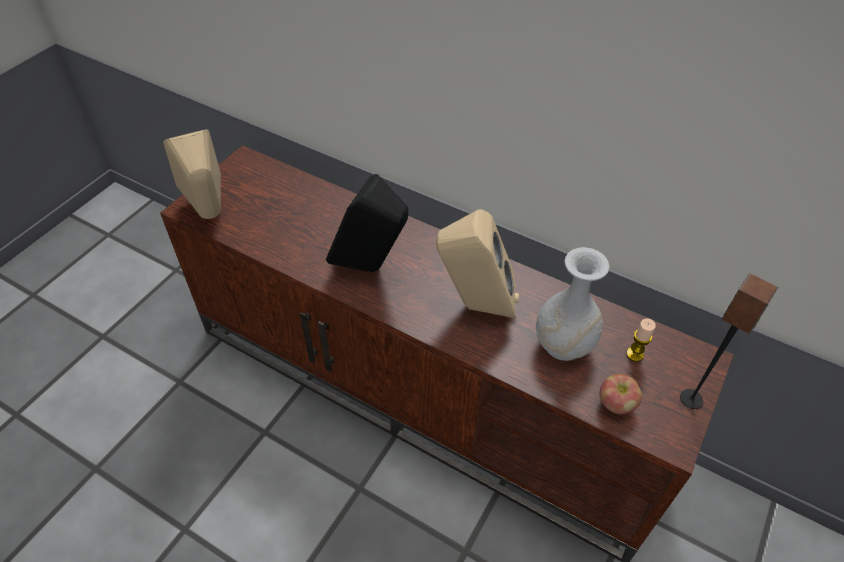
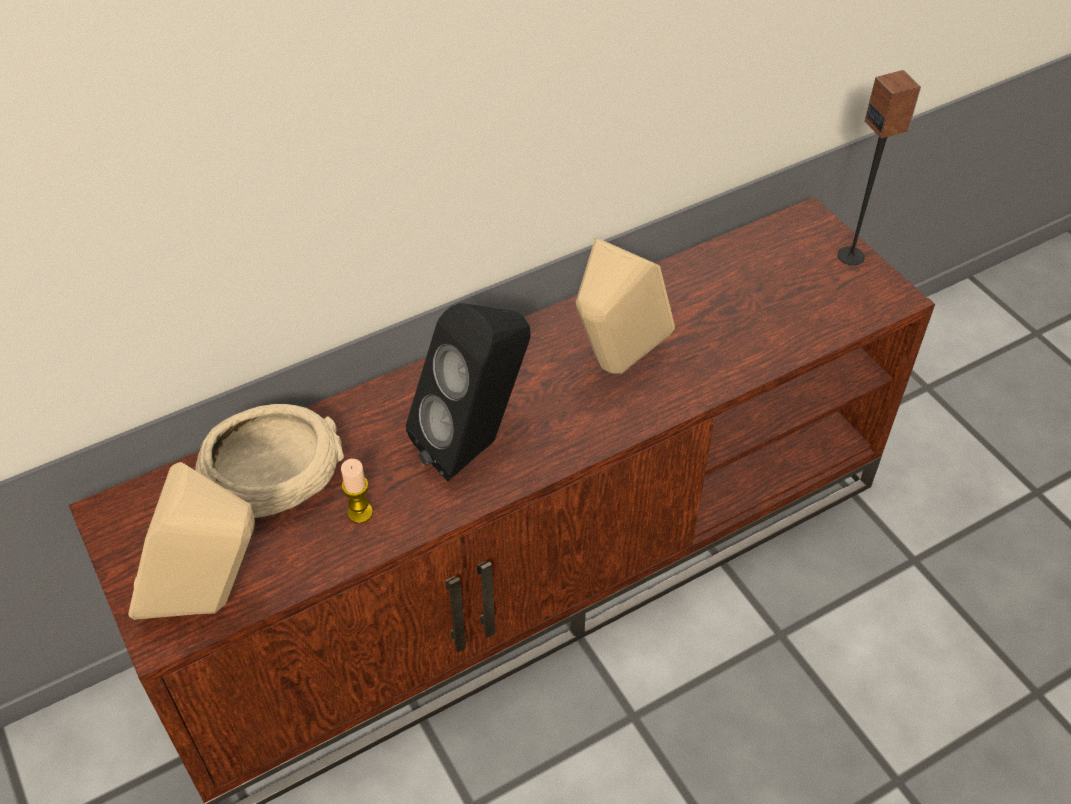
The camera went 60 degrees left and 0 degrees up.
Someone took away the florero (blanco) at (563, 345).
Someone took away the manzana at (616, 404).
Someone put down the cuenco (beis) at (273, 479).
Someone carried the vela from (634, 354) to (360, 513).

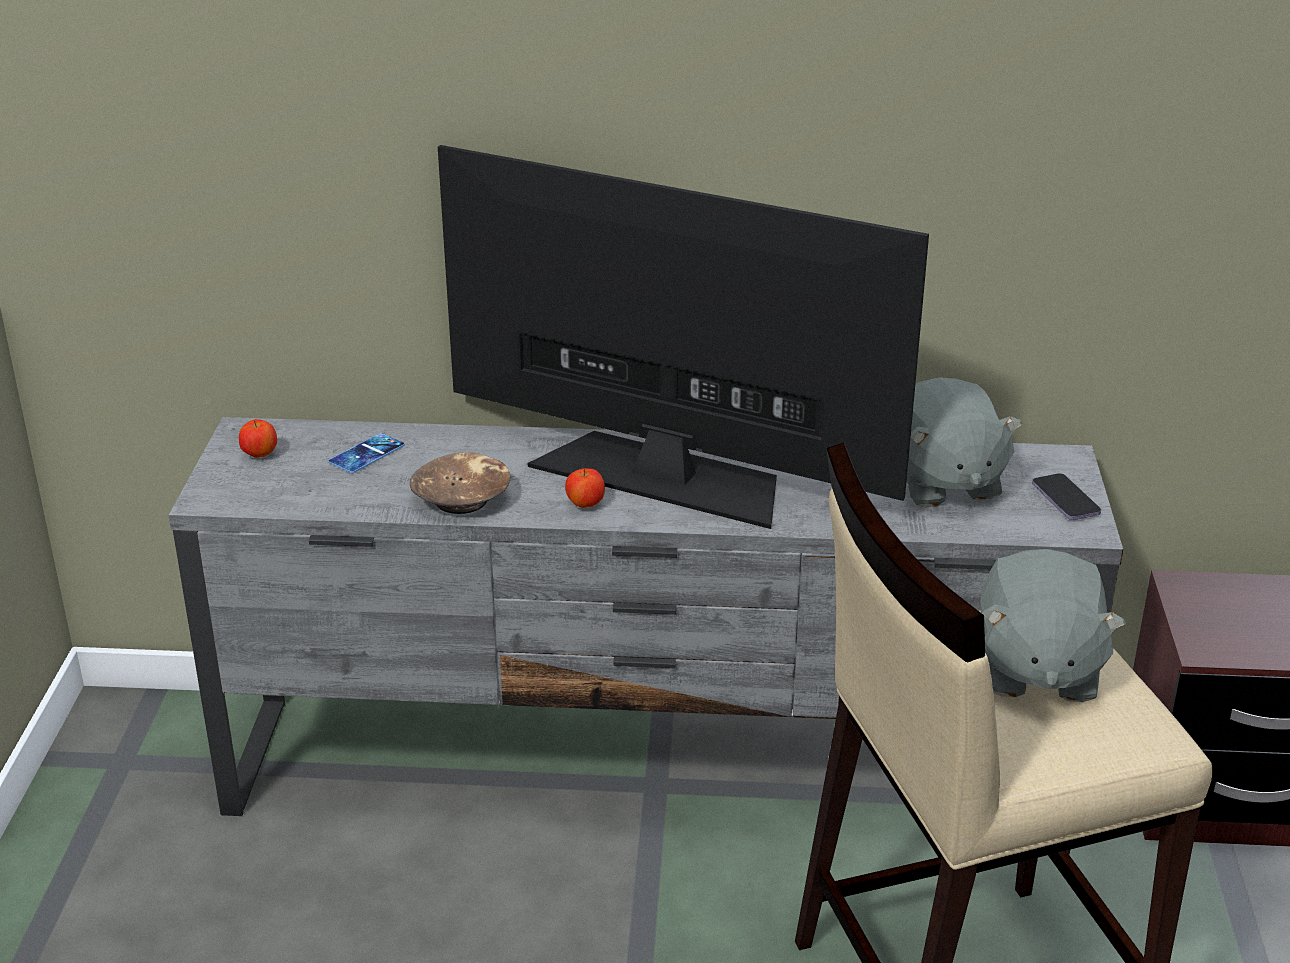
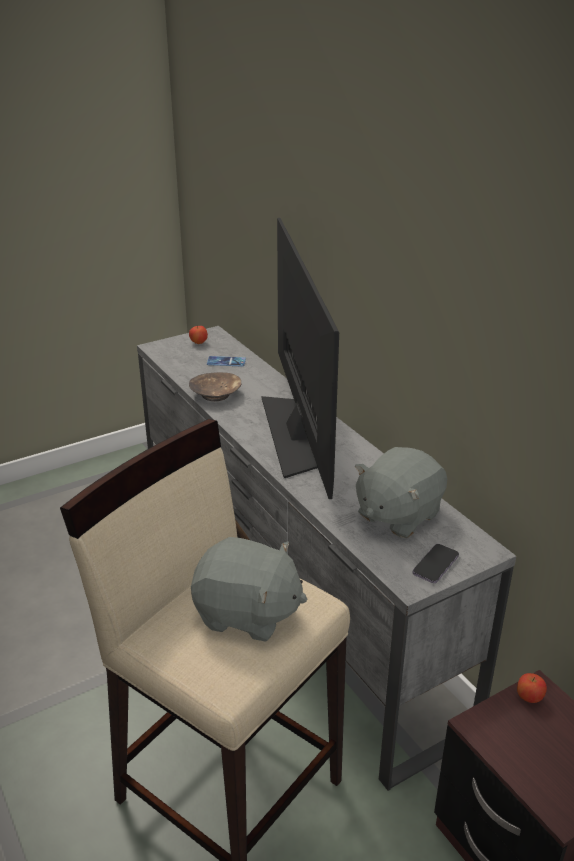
The camera went 55 degrees right and 0 degrees up.
Someone carried the manzana from (585, 505) to (529, 697).
Someone rotated the peluche (gris) at (1036, 669) by 135 degrees counterclockwise.

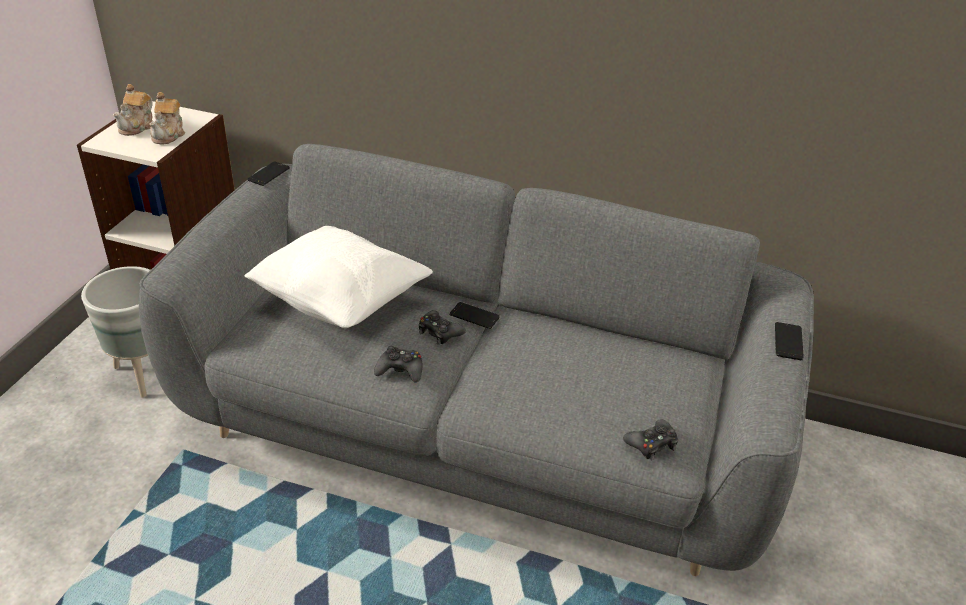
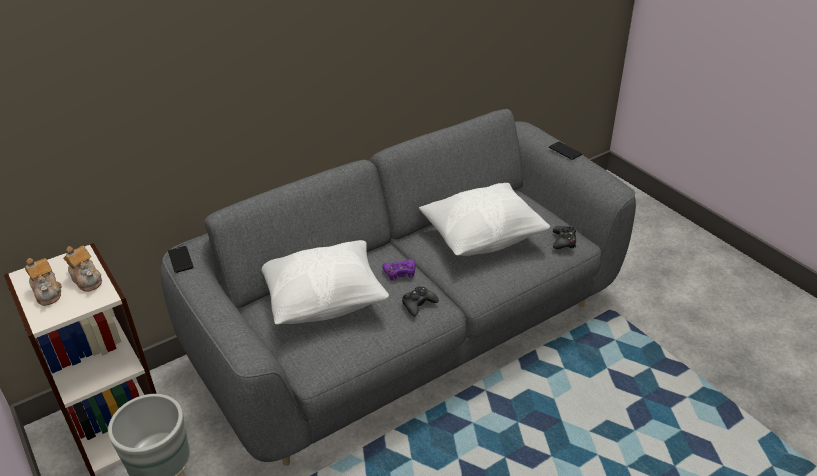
The camera went 50 degrees left and 0 degrees up.
Someone took away the móvil at (474, 316).
Someone put down the cojín (blanco) at (483, 238).
Someone repainted the mando de consola (negro) at (439, 332), which became the mando de consola (morado) at (400, 273).

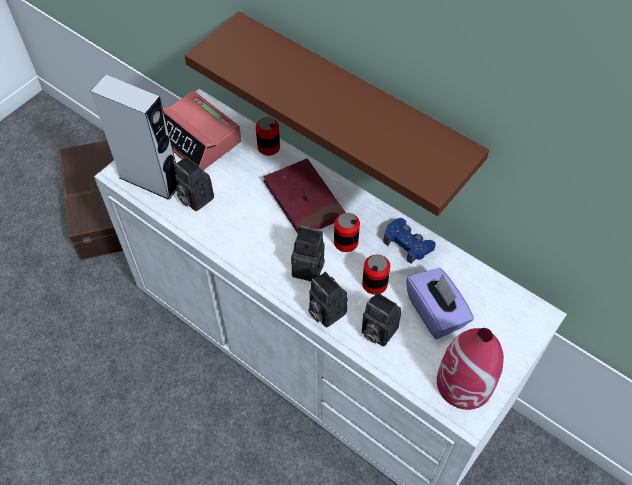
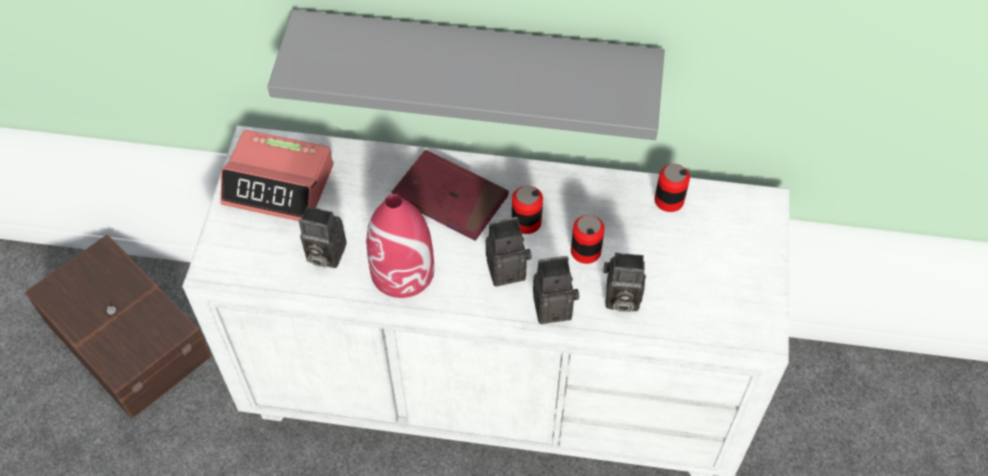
The camera went 30 degrees left and 0 degrees up.
Someone took away the altavoz (gris) at (150, 180).
Someone took away the mando de consola (azul) at (407, 244).
Someone took away the caja de pañuelos (morado) at (436, 312).
Someone carried the lata from (268, 147) to (669, 200).
Someone carried the florero (rojo) from (465, 383) to (403, 271).
Someone repainted the estante (marrón) at (354, 105), which became the estante (gris) at (476, 63).
Someone rotated the cámara at (325, 311) by 150 degrees clockwise.

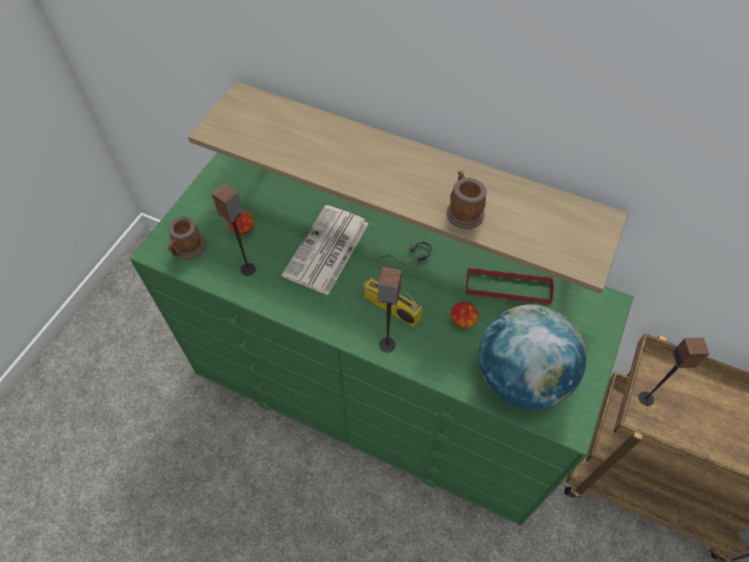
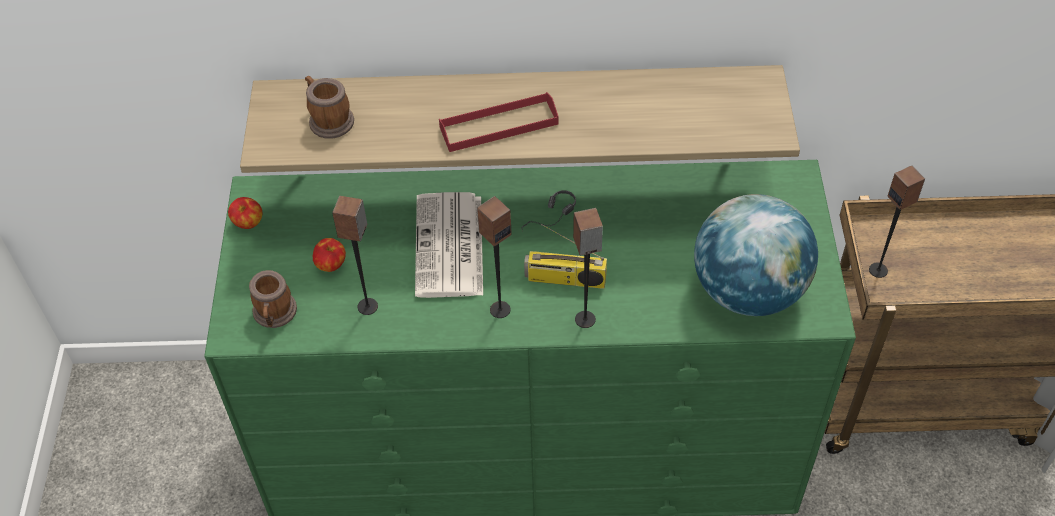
The camera went 25 degrees left and 5 degrees down.
Someone put down the altavoz at (500, 309).
Someone carried the taza grande from (463, 211) to (328, 119).
Someone carried the manzana from (462, 321) to (248, 223).
Someone carried the bandeja (rojo) from (508, 287) to (499, 125).

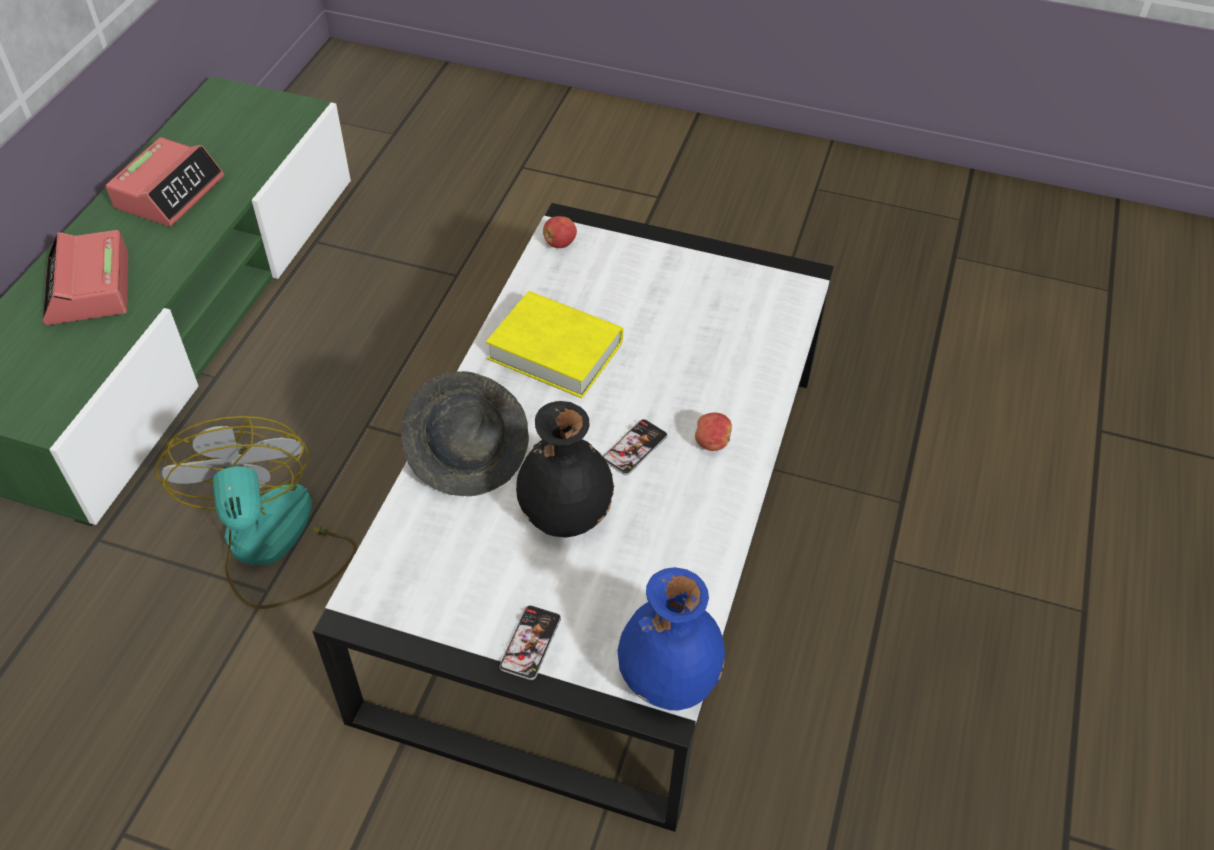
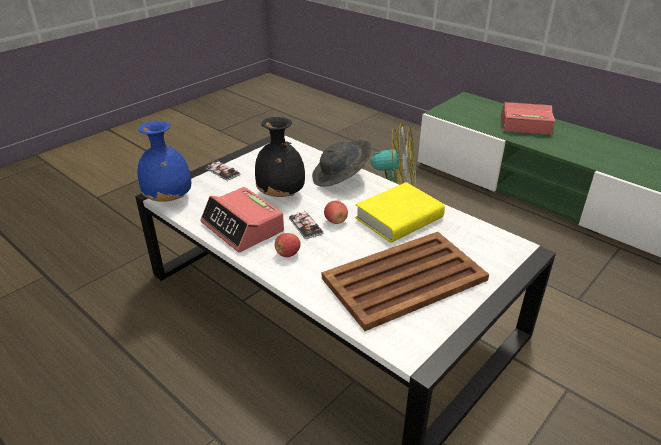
The camera went 115 degrees right and 15 degrees down.
Someone put down the bandeja (marrón) at (406, 279).
Someone carried the despertador from (169, 192) to (243, 227).
Someone carried the manzana from (559, 243) to (335, 221).

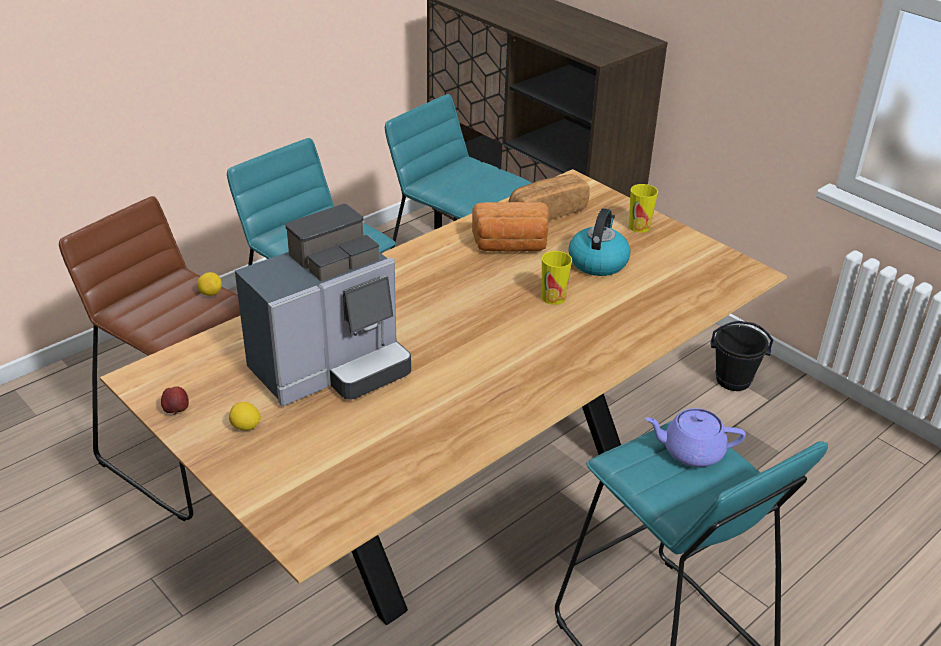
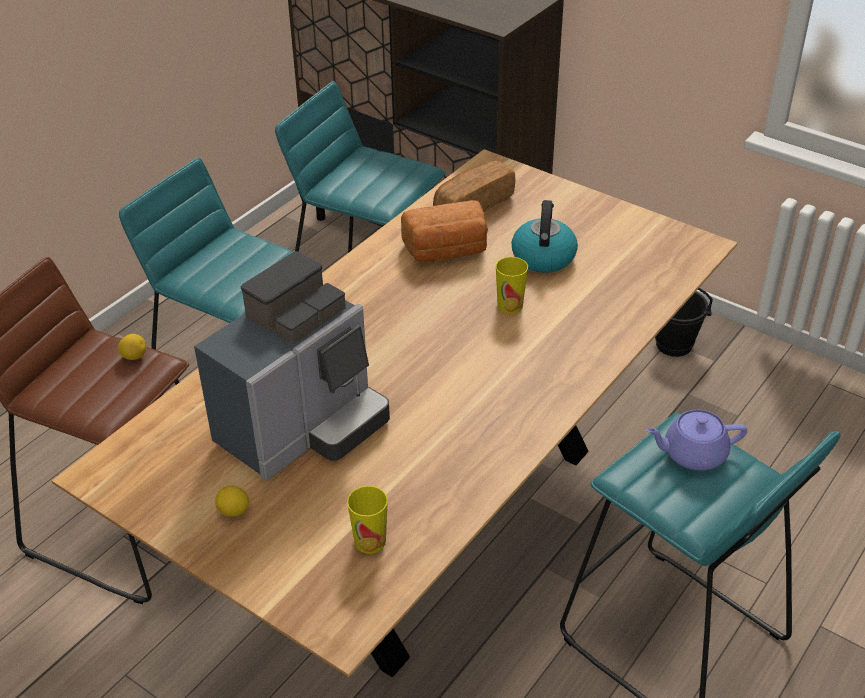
The camera went 10 degrees left and 5 degrees up.
Someone took away the manzana at (176, 411).
Someone carried the taza from (639, 227) to (370, 541).

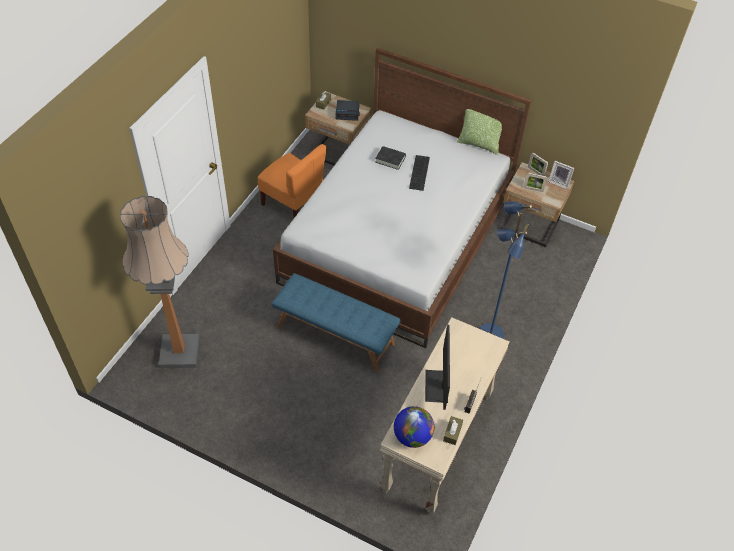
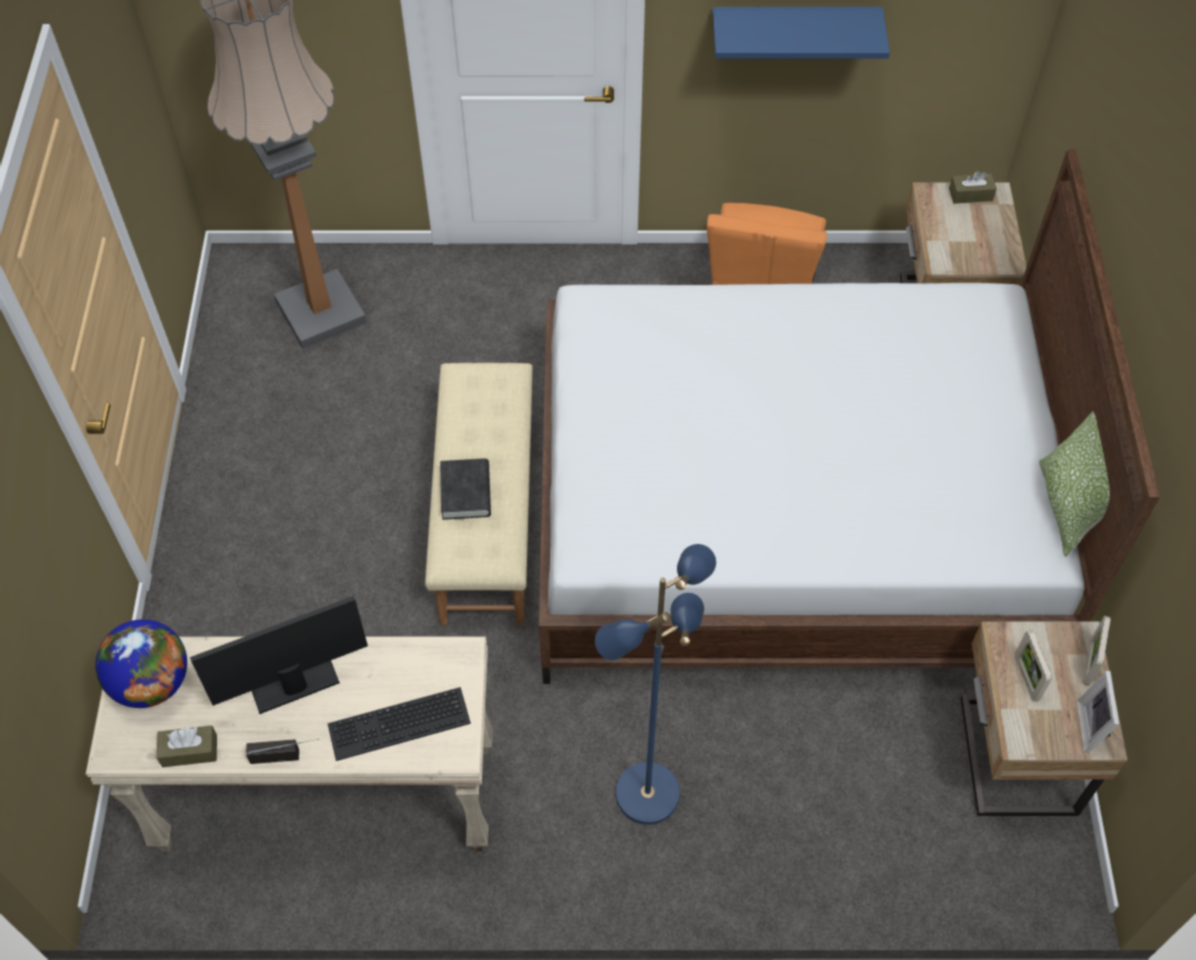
The camera went 65 degrees right and 5 degrees up.
Someone took away the despertador at (347, 112).
Someone put up the estante (azul) at (794, 29).
Someone carried the libro (negro) from (390, 159) to (466, 492).
Someone carried the teclado from (420, 173) to (398, 726).
Someone repainted the banco (azul) at (336, 334), which became the banco (beis) at (488, 517).

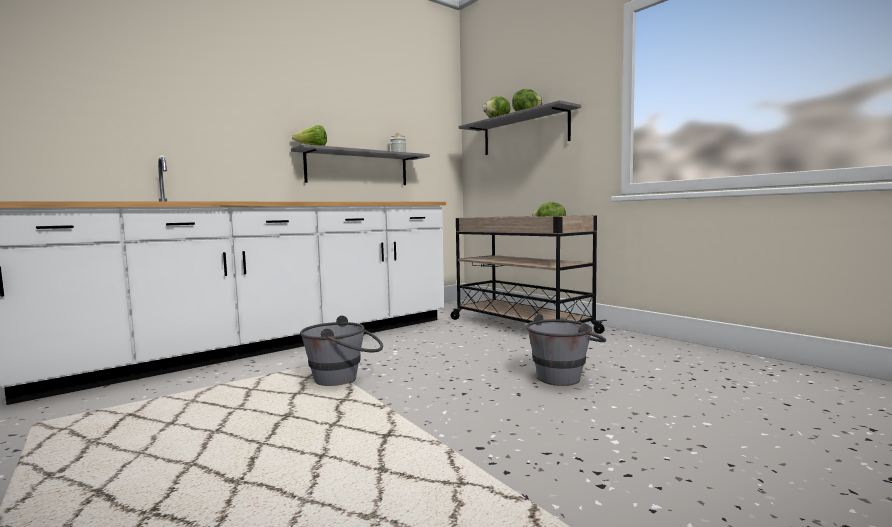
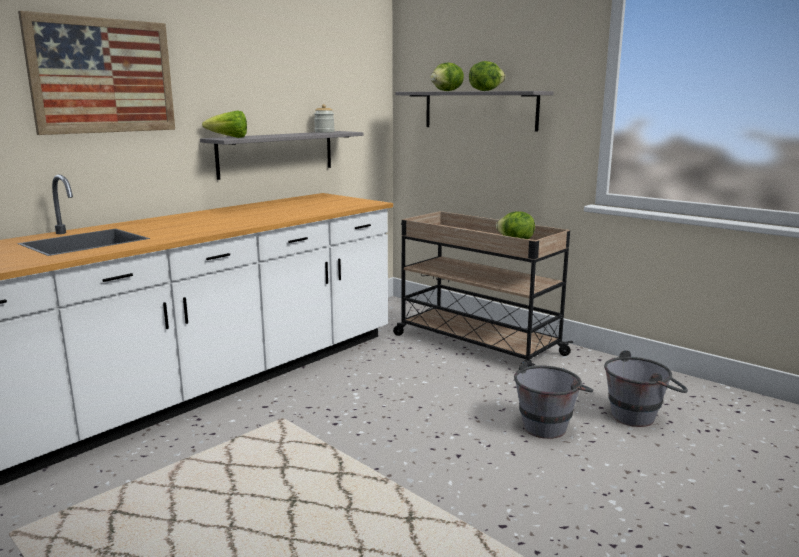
The camera went 10 degrees left and 10 degrees up.
Someone put up the cuadro at (103, 76).
Someone carried the cubo (gris) from (345, 379) to (641, 416).

